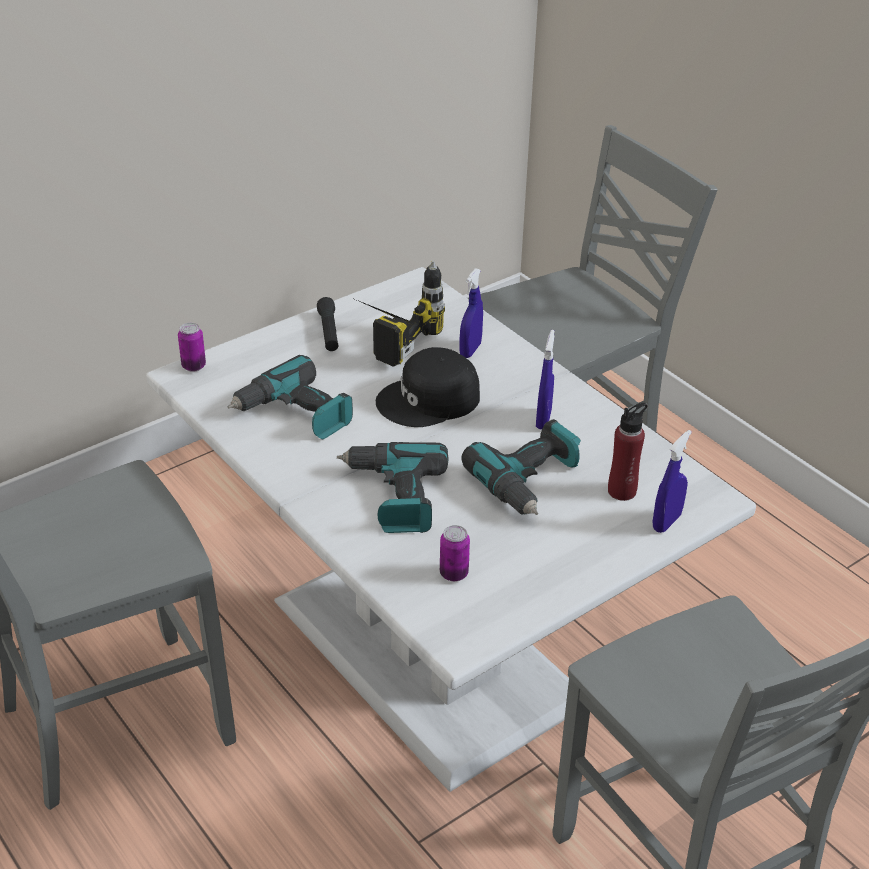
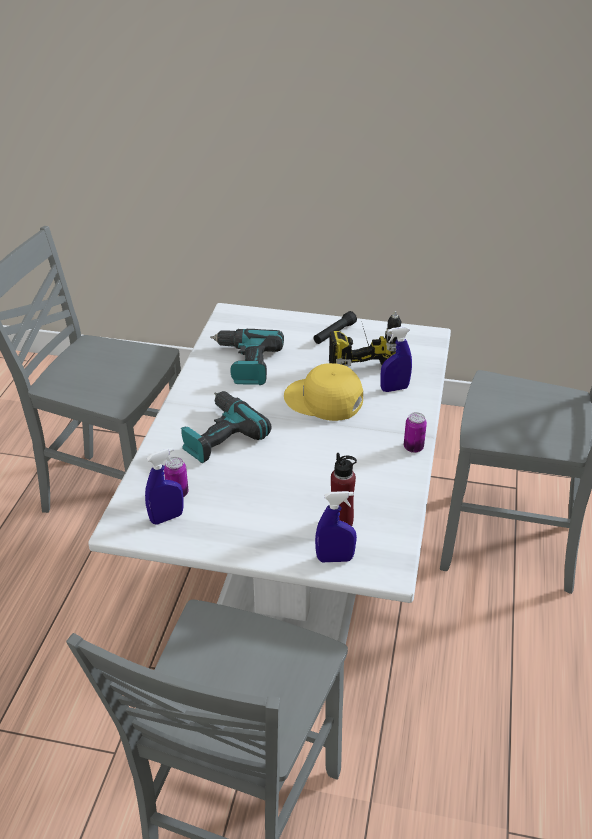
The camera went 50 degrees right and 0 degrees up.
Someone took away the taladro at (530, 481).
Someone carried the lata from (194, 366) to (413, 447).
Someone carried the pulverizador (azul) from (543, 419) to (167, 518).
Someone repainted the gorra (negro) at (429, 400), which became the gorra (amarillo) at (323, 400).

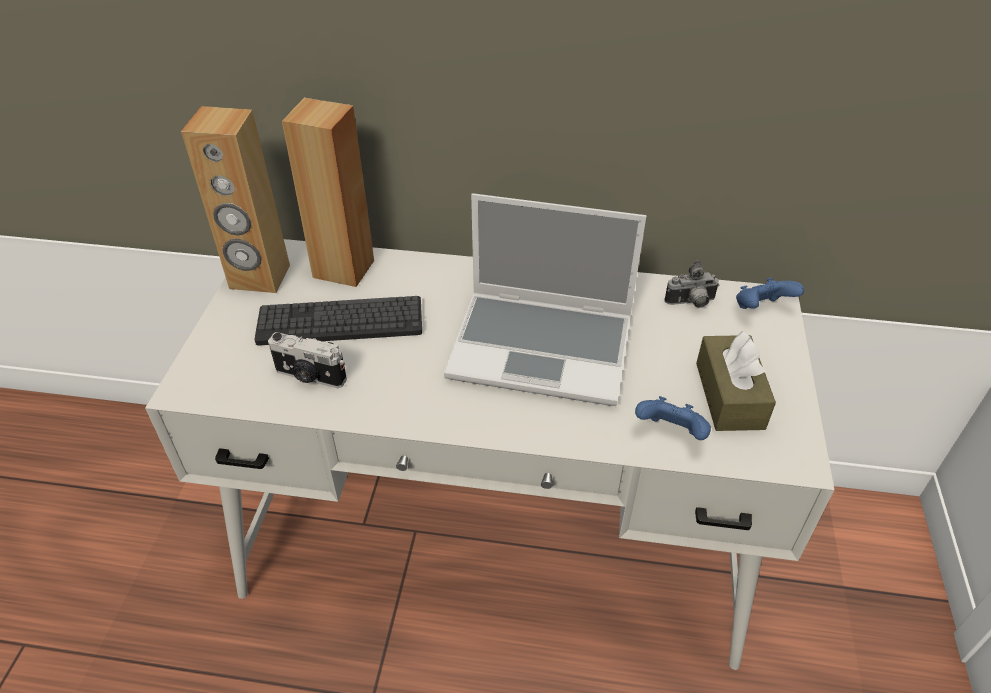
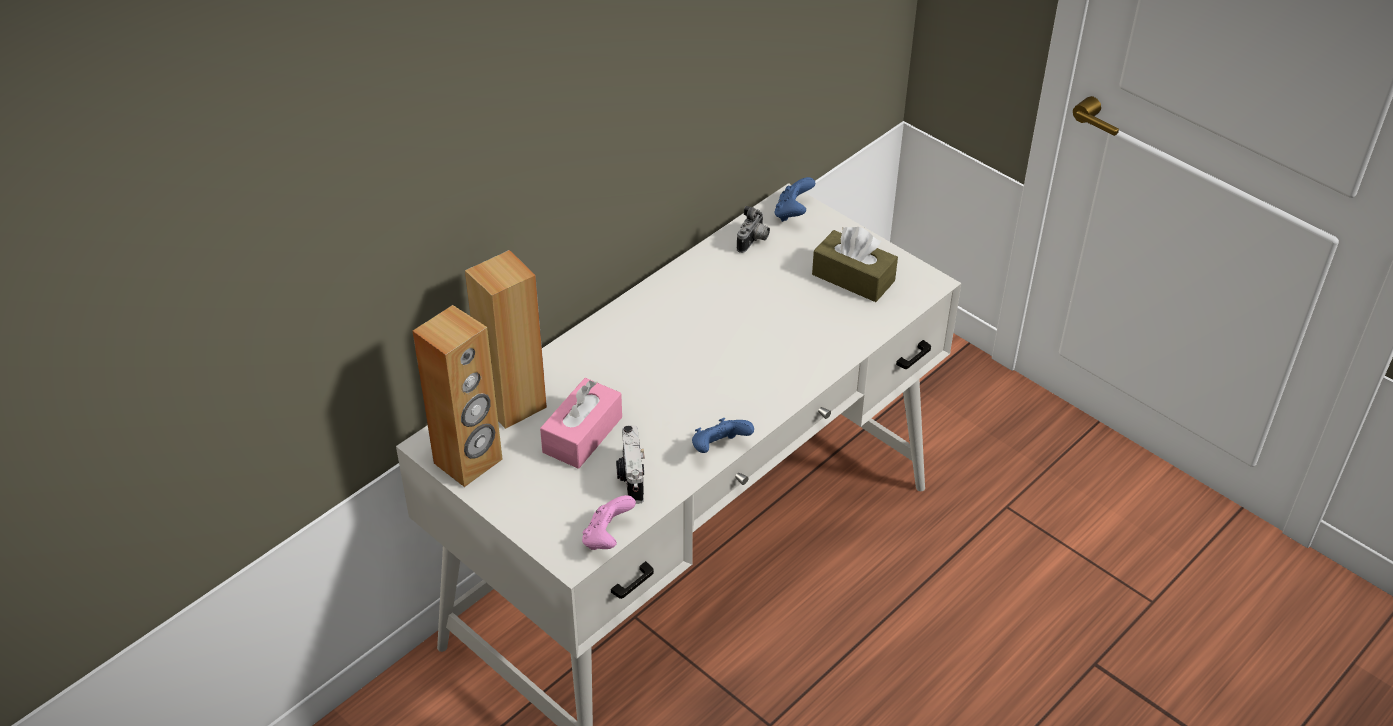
The camera went 55 degrees left and 0 degrees up.
Someone took away the portátil at (543, 348).
Someone put down the mando de consola (rosa) at (607, 537).
Someone carried the mando de consola (azul) from (671, 433) to (719, 448).
Someone swapped the teclado at (340, 322) for the caja de pañuelos (rosa) at (582, 435).
Someone rotated the cámara at (310, 377) by 120 degrees clockwise.

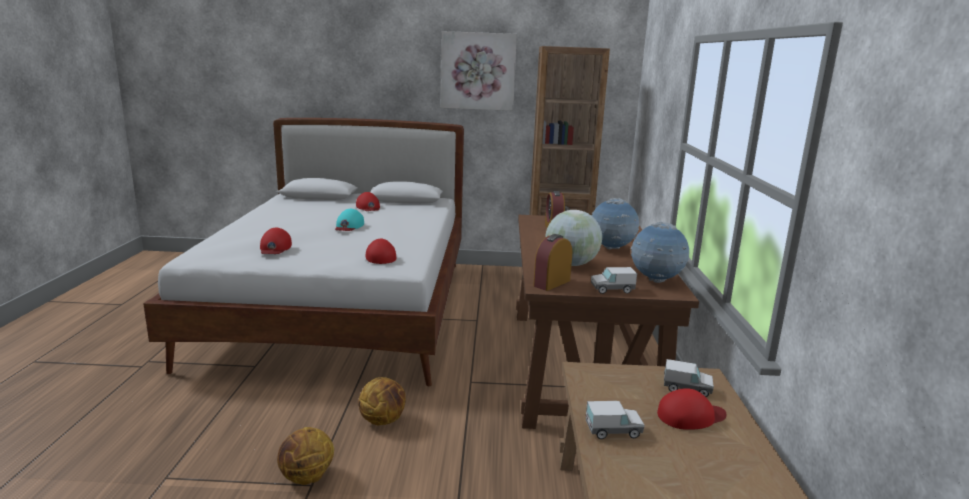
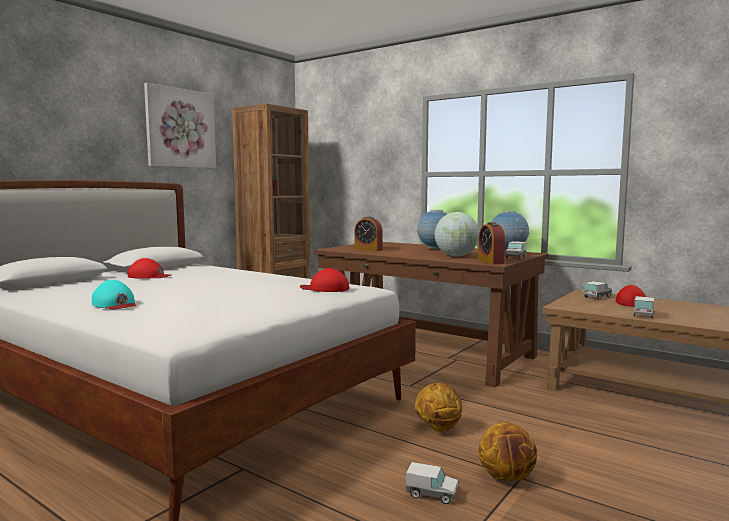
The camera went 55 degrees left and 10 degrees down.
Someone took away the gorra (rojo) at (275, 248).
Someone put down the camión de juguete at (431, 494).
Someone carried the gorra (turquesa) from (349, 226) to (115, 304).

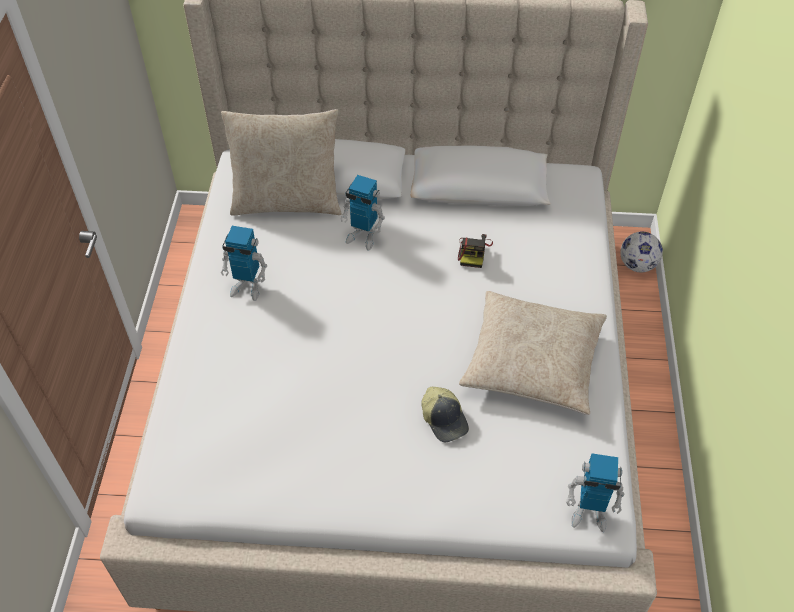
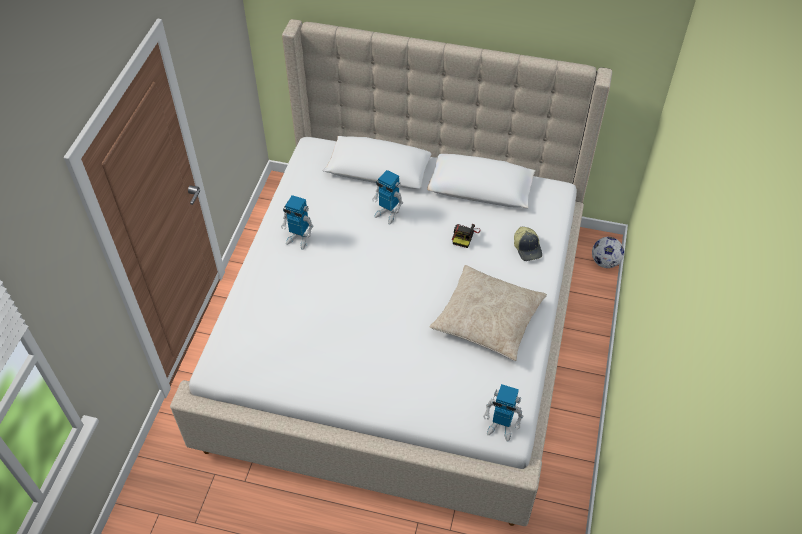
The camera went 10 degrees right and 0 degrees up.
Someone took away the cojín (beis) at (287, 201).
Someone carried the gorra from (445, 419) to (527, 248).

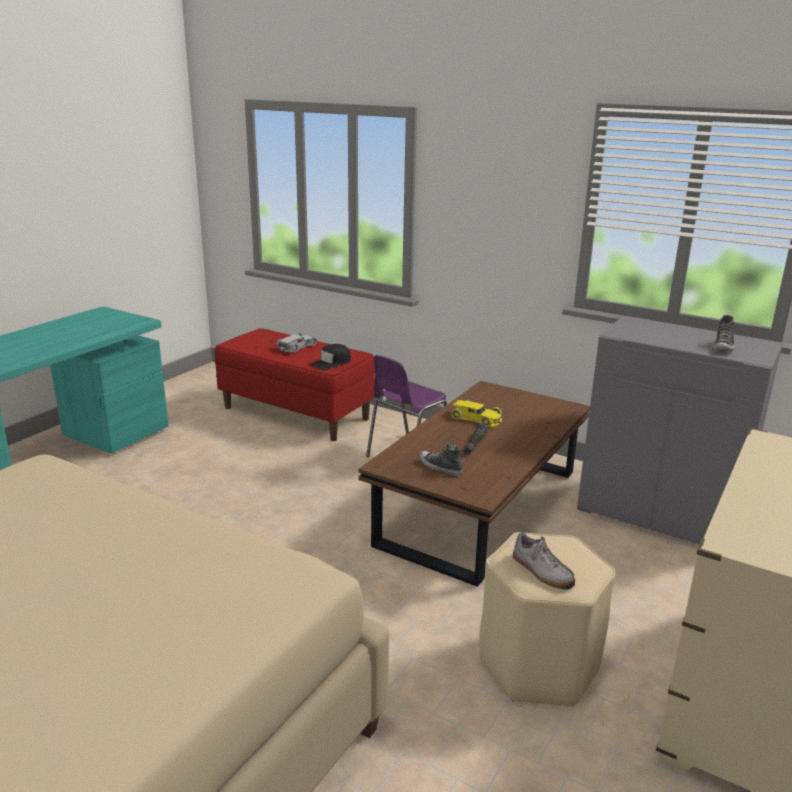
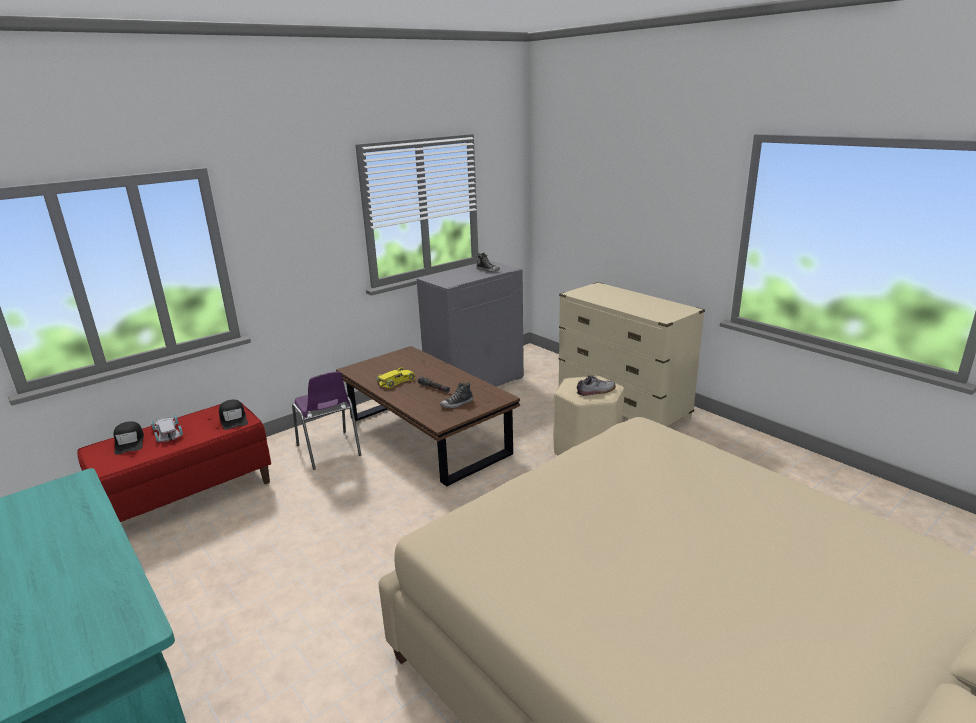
The camera went 70 degrees left and 0 degrees up.
Someone put down the gorra (negro) at (129, 442).

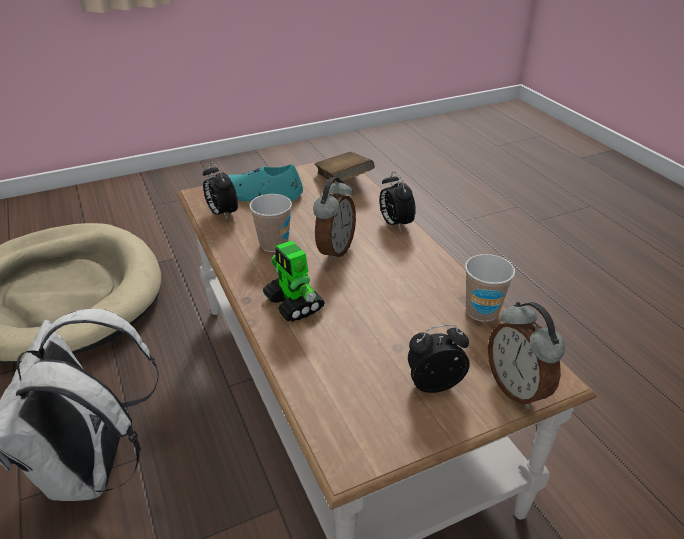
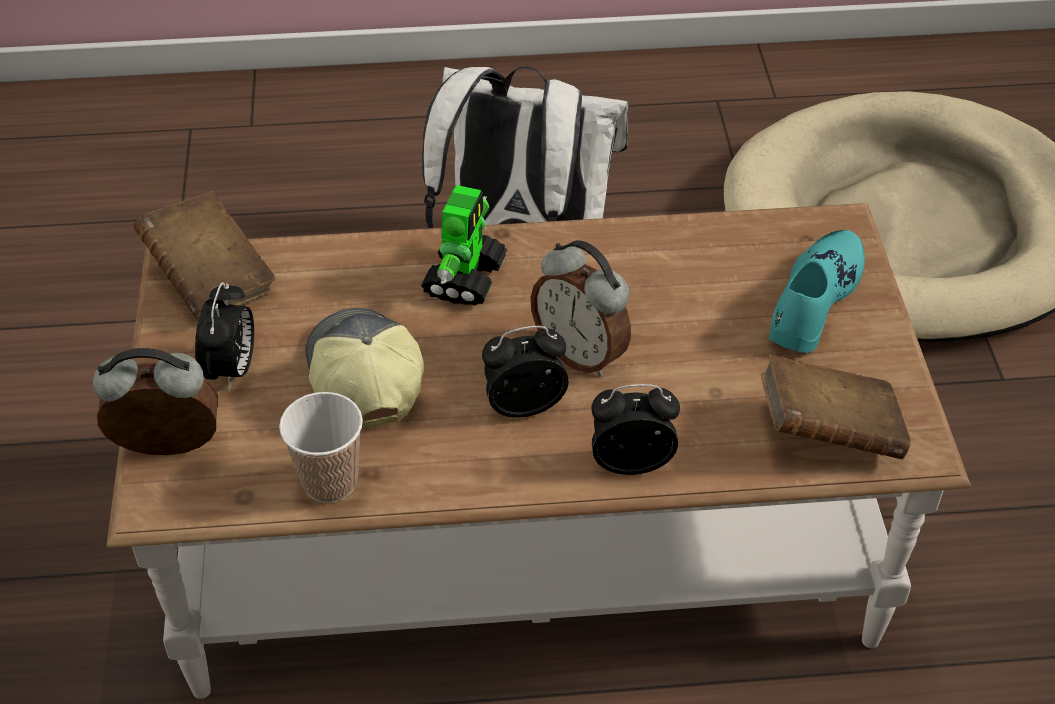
The camera went 110 degrees right and 10 degrees up.
Someone took away the taza at (274, 244).
Someone put down the libro (marrón) at (210, 280).
Someone put down the gorra at (362, 378).
Someone carried the despertador from (222, 213) to (524, 404).
Someone rotated the robot de juguete at (294, 304) by 120 degrees clockwise.

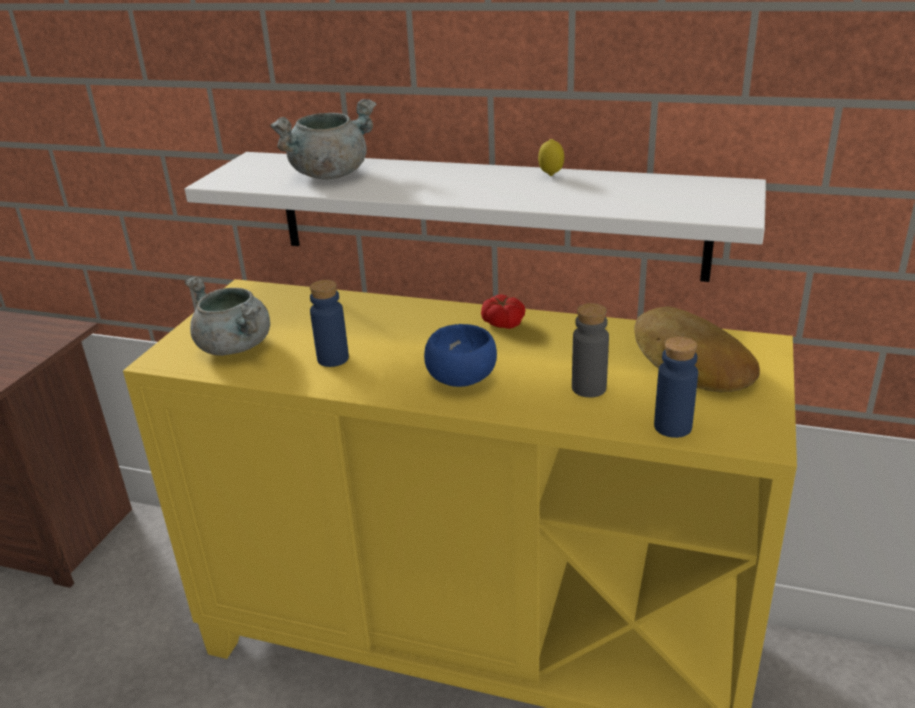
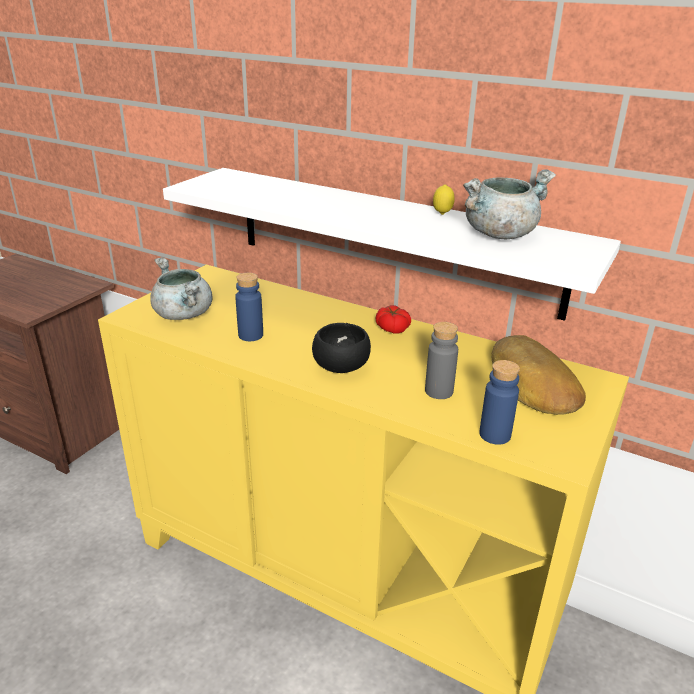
The camera went 10 degrees right and 0 degrees up.
Someone carried the olla (gris) from (329, 174) to (500, 234).
Someone repainted the cuenco (azul) at (463, 379), which became the cuenco (negro) at (342, 367).

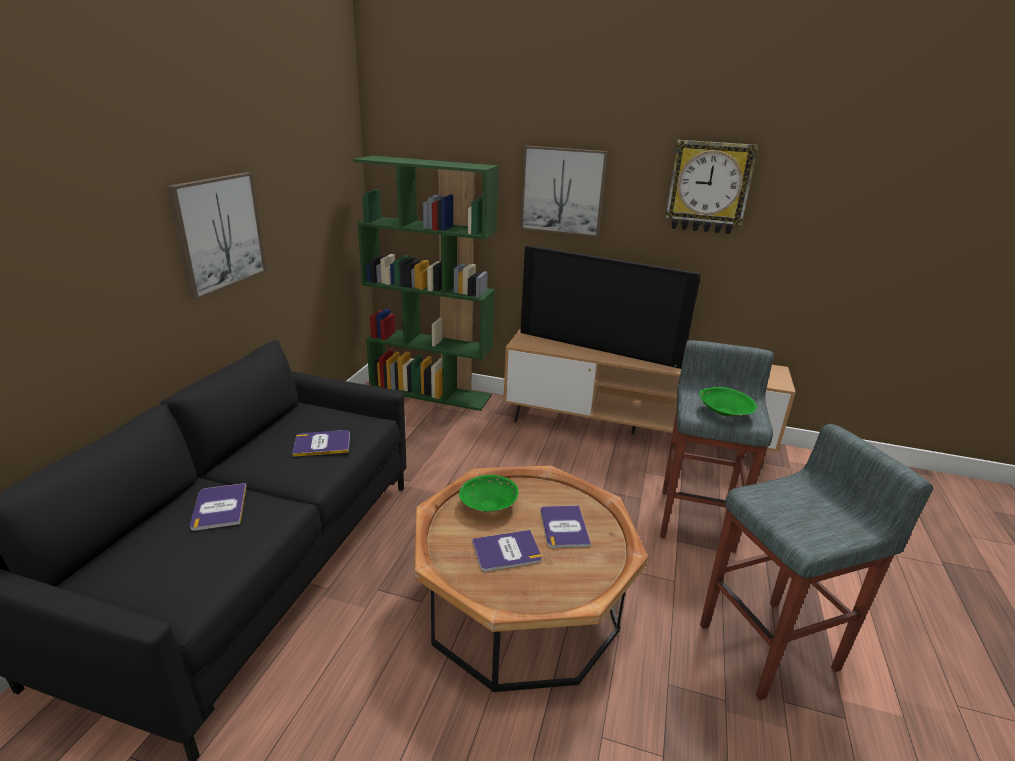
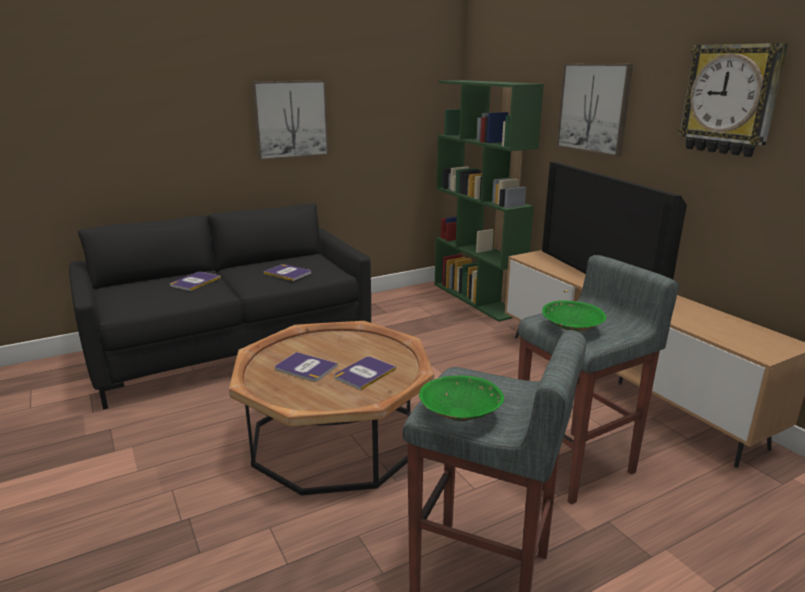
The camera went 45 degrees right and 5 degrees down.
Someone carried the cuenco (verde) from (487, 505) to (458, 414).

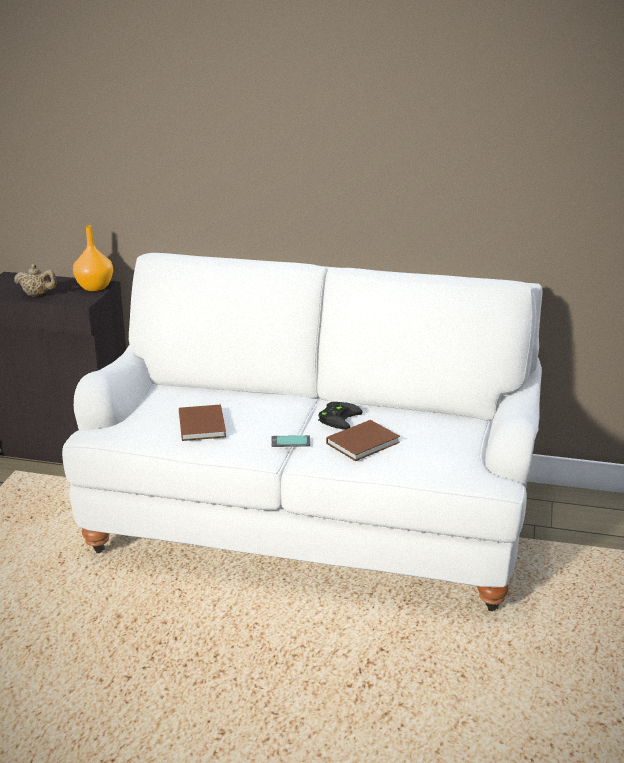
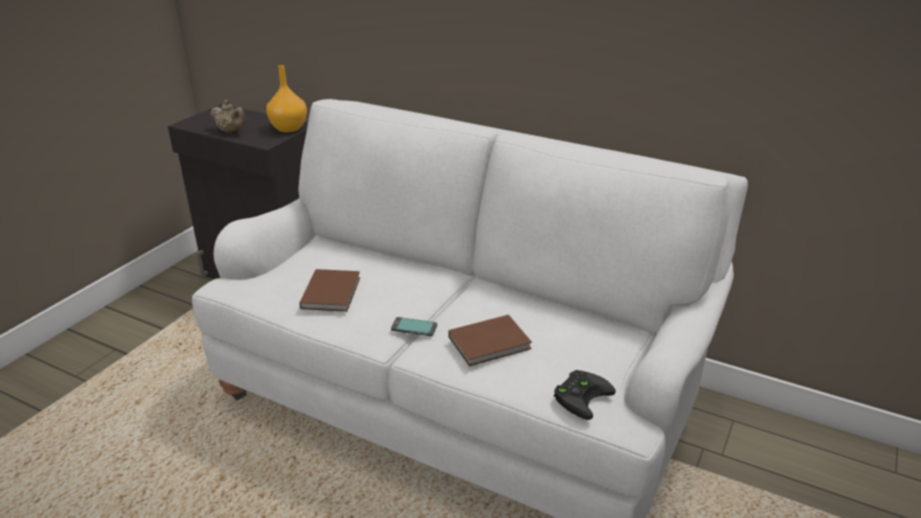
The camera went 15 degrees right and 5 degrees up.
Someone carried the mando de consola (negro) from (338, 417) to (581, 395).

